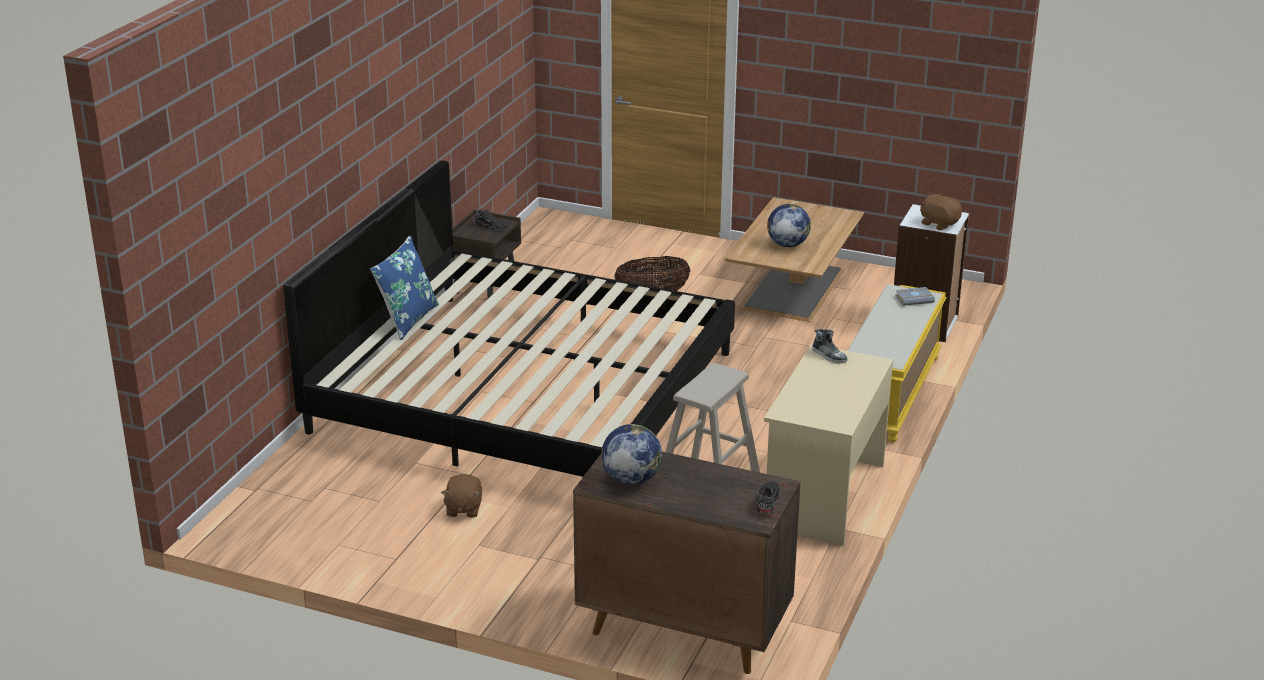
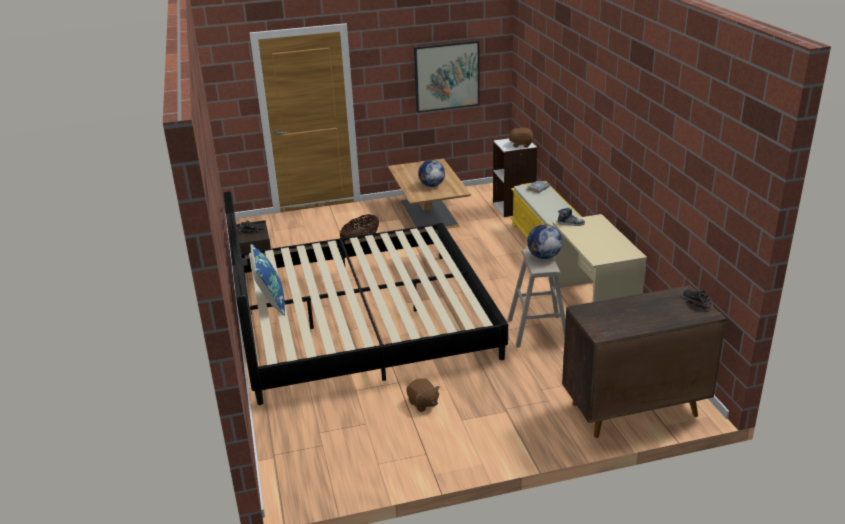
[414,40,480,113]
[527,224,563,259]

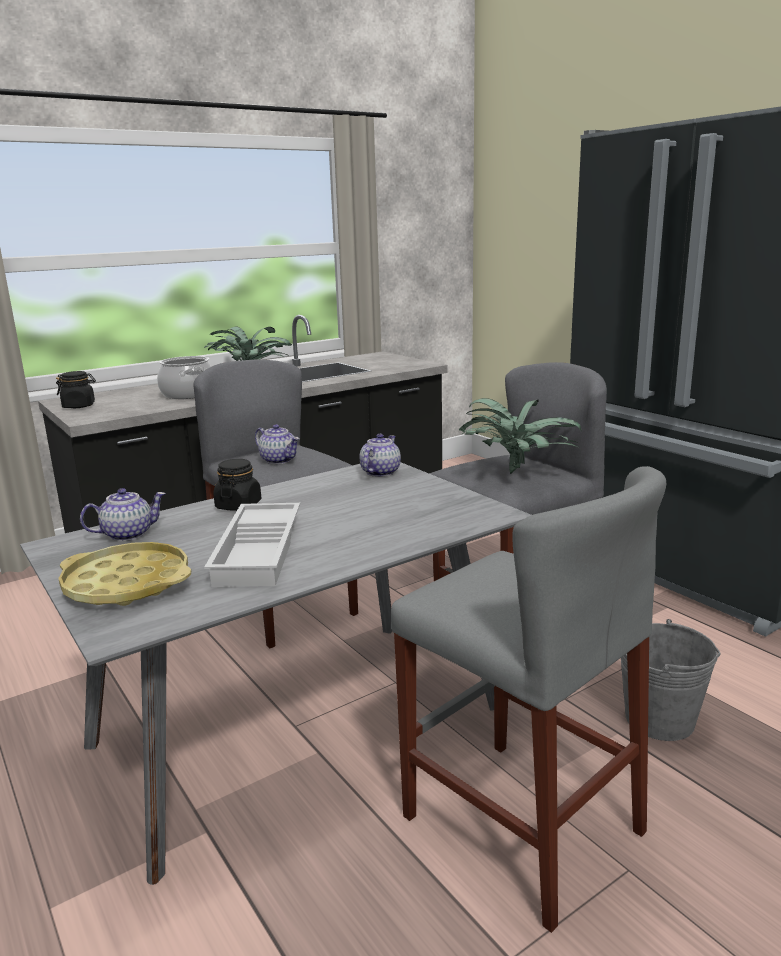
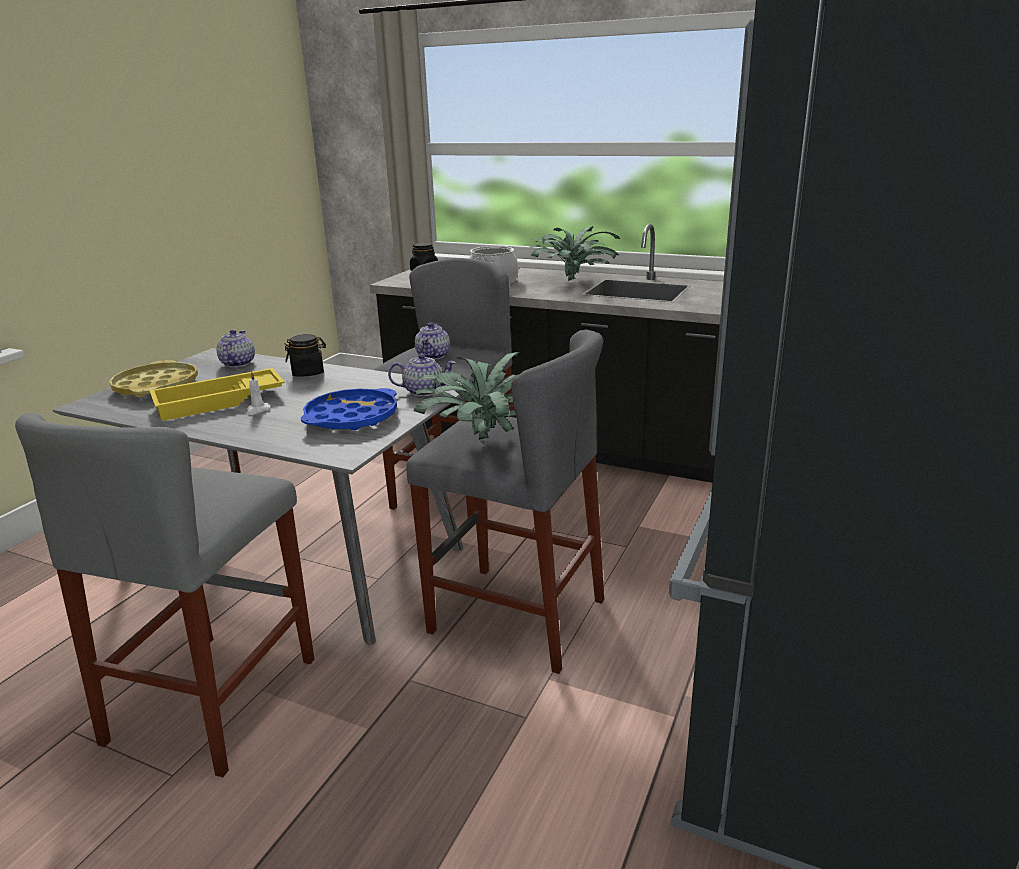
[149,368,285,421]
[217,330,255,368]
[246,371,270,415]
[301,388,397,430]
[621,619,721,741] (first image)

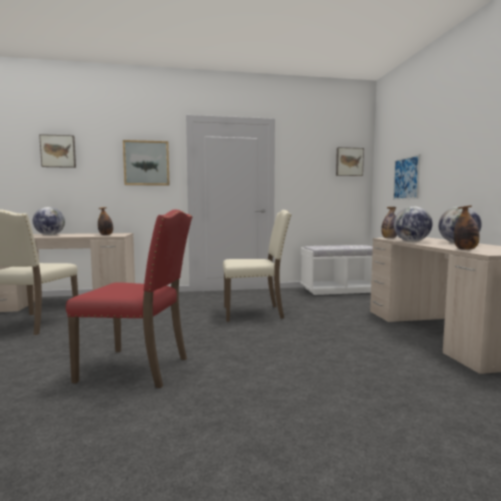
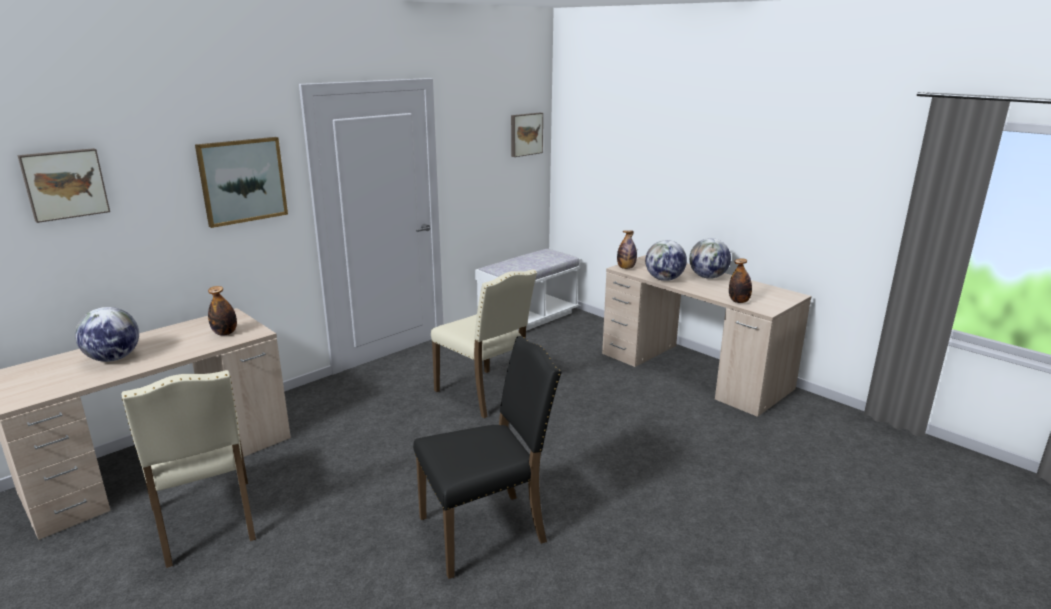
[413,336,562,579]
[431,269,537,418]
[393,154,420,200] (first image)

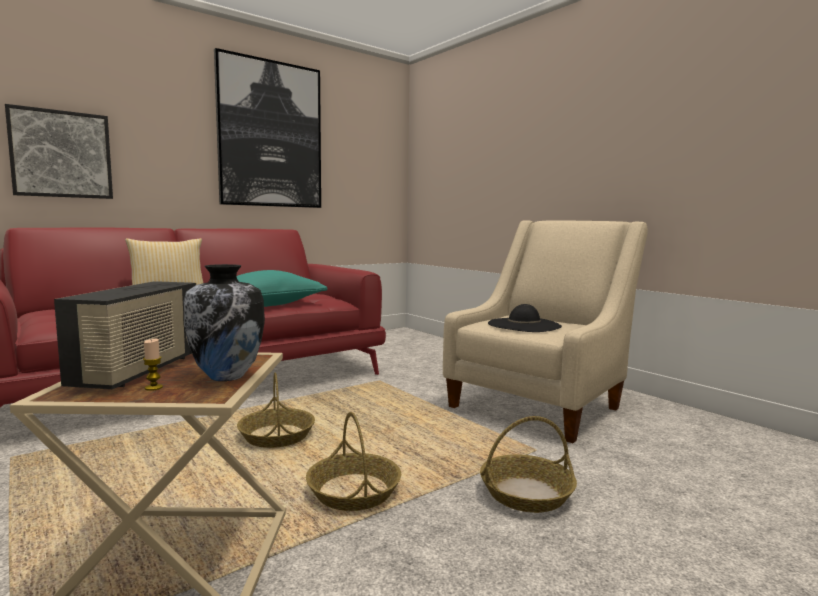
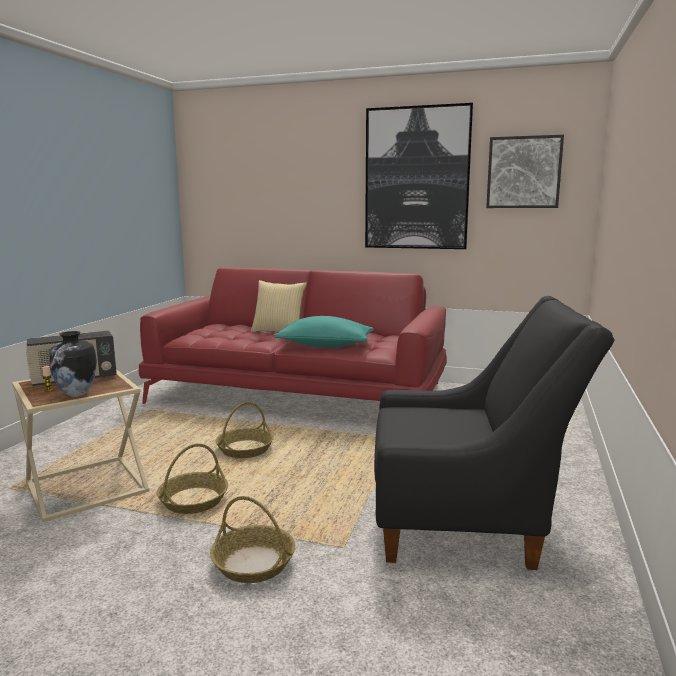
[374,296,615,570]
[486,135,564,208]
[488,304,562,332] (first image)

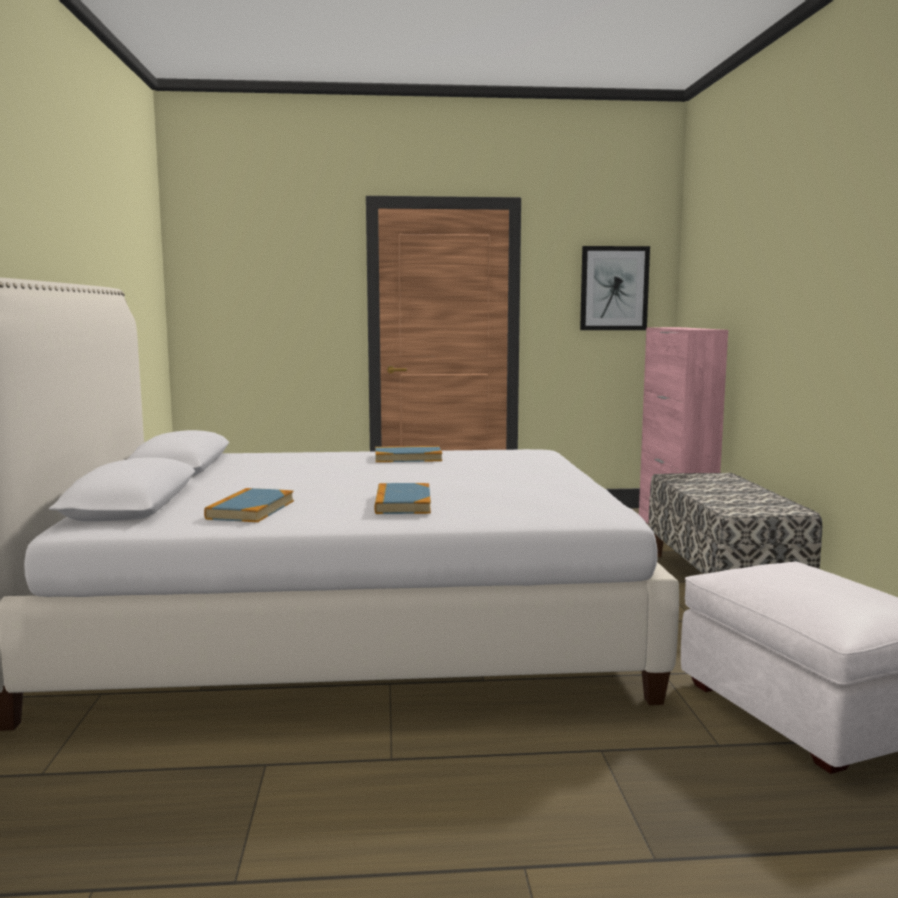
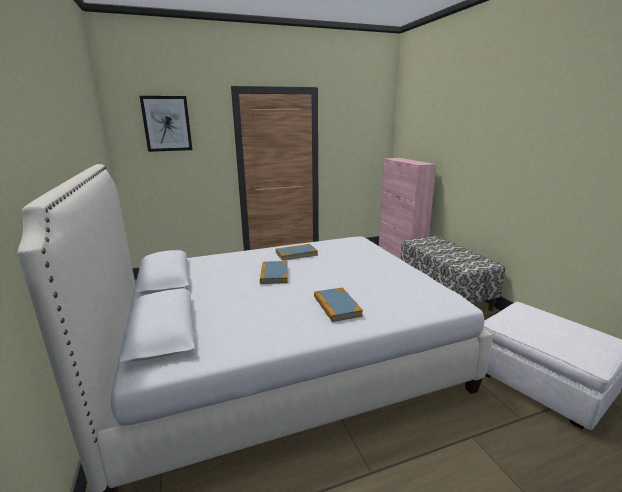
[140,96,192,152]
[260,261,288,284]

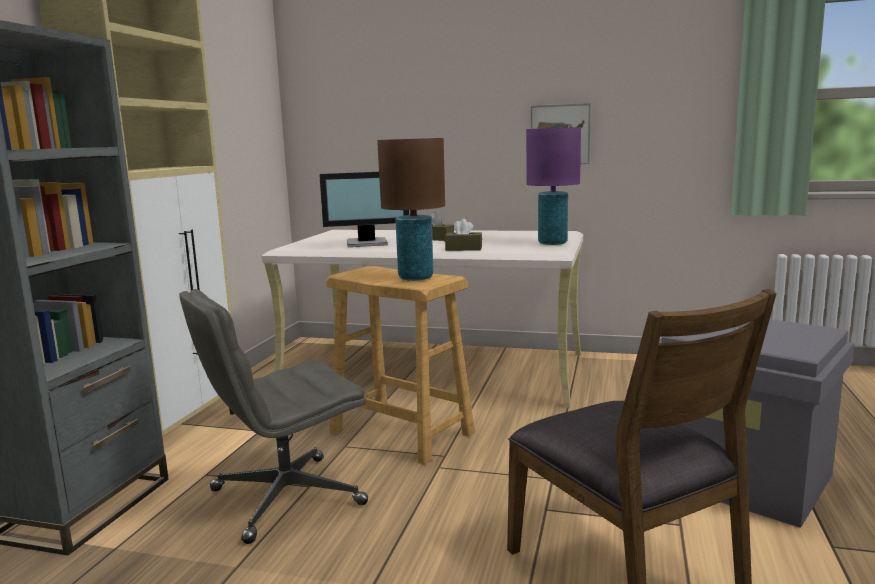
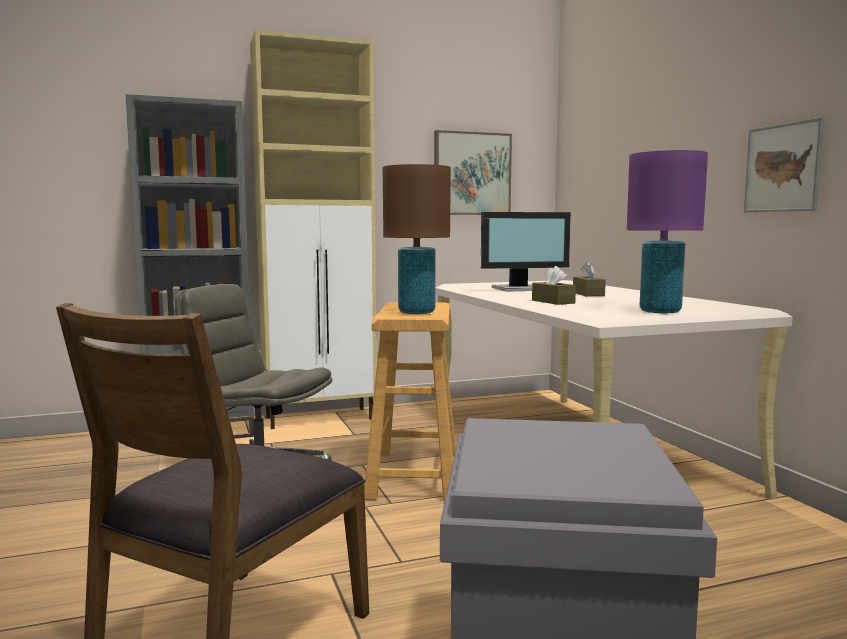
[434,130,512,215]
[481,212,571,292]

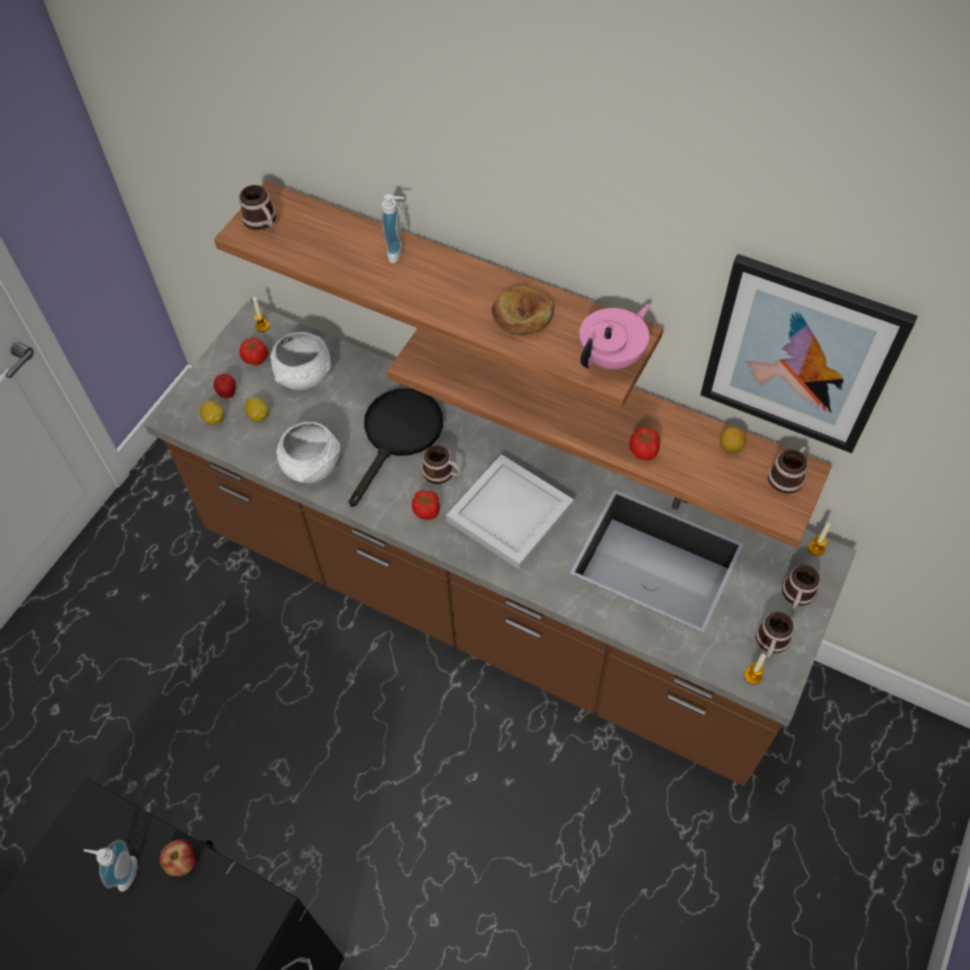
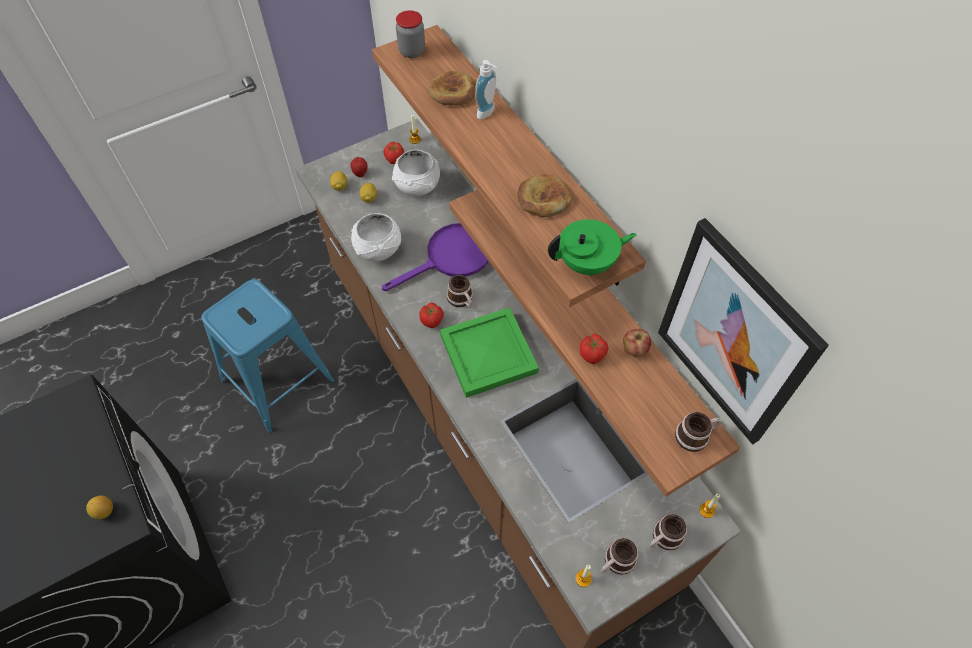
[86,495,113,519]
[201,279,334,433]
[382,223,489,291]
[396,10,425,58]
[429,71,476,105]
[440,307,539,398]
[548,219,637,276]
[623,329,651,357]
[83,840,137,892] (first image)

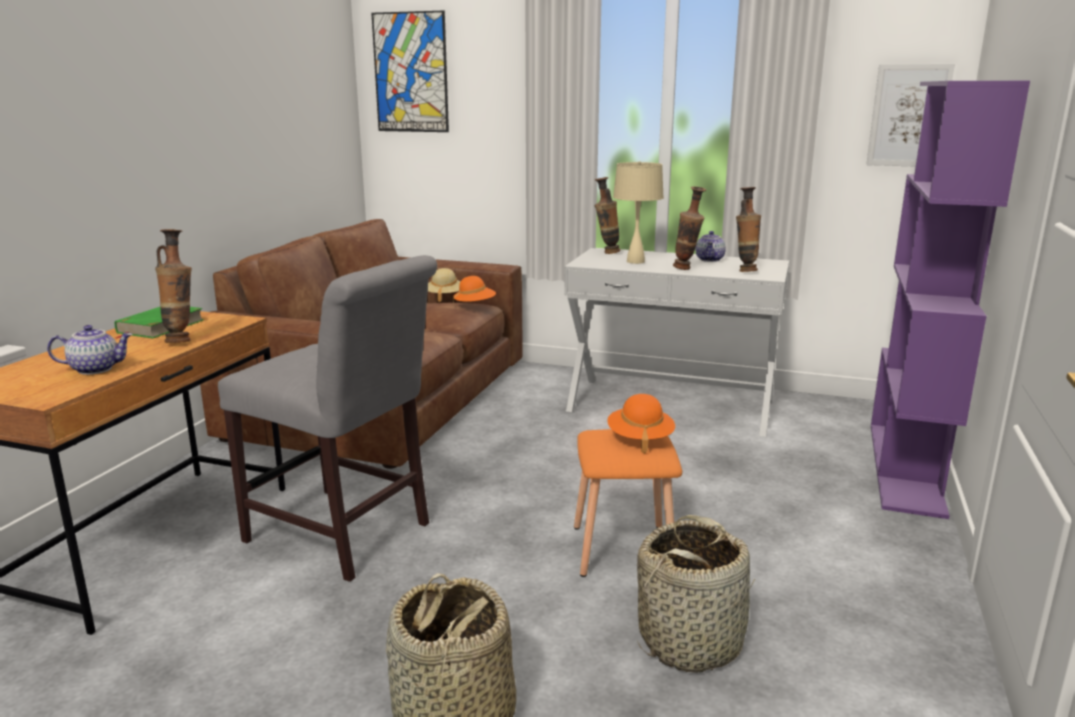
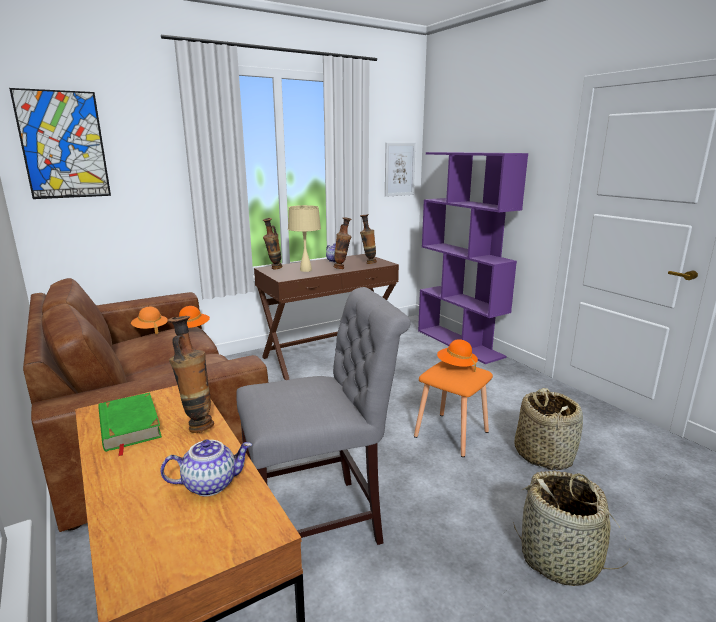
[131,307,168,334]
[160,439,252,496]
[254,254,399,380]

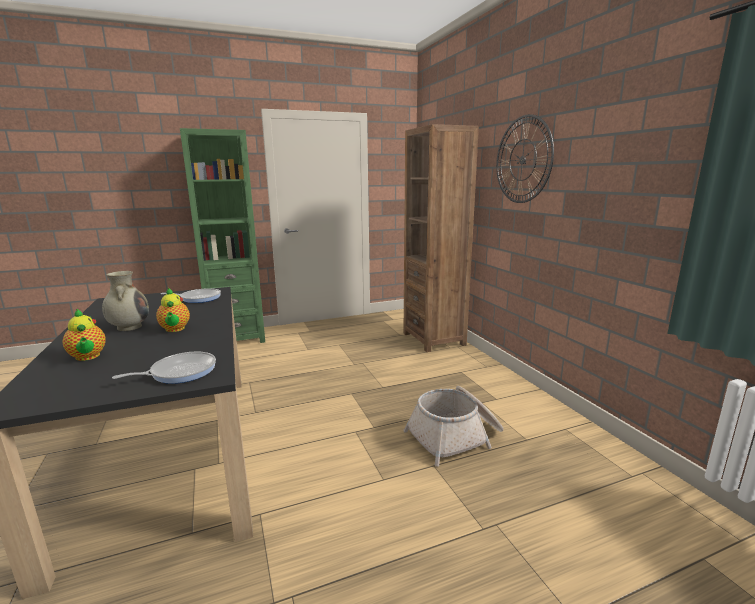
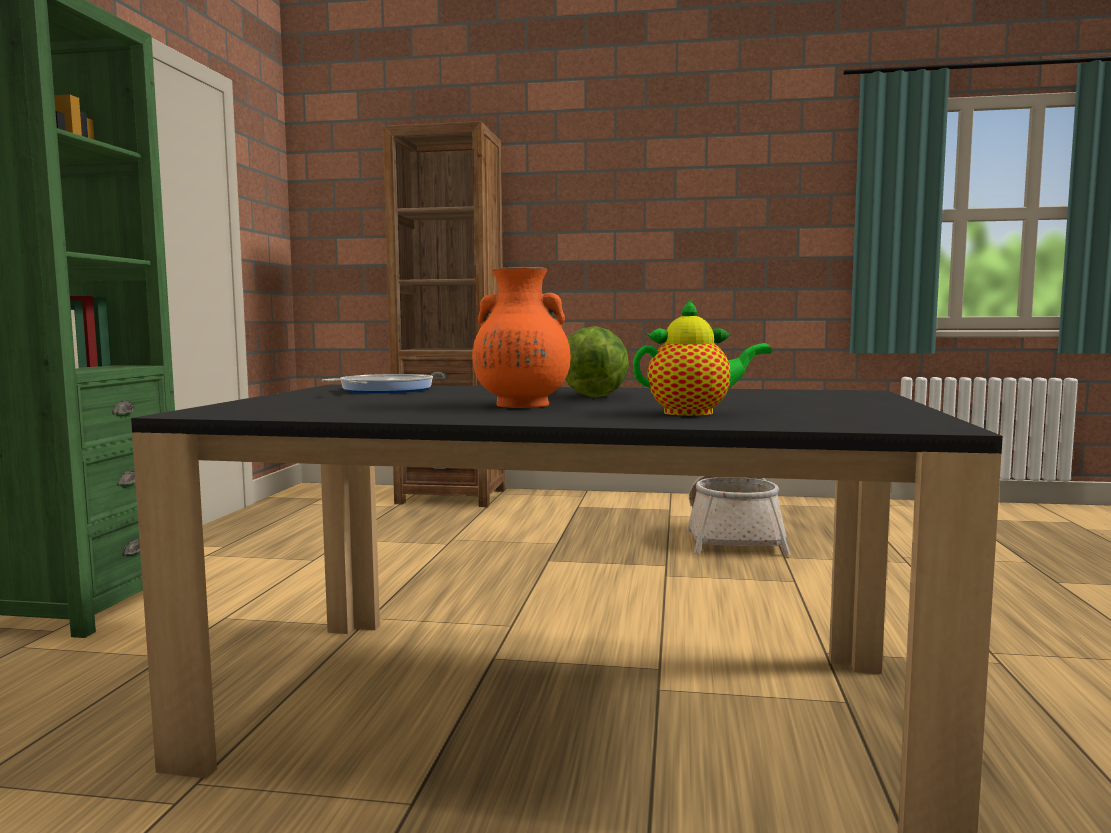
[472,267,571,408]
[565,326,629,398]
[112,351,216,384] (first image)
[496,114,554,203] (first image)

